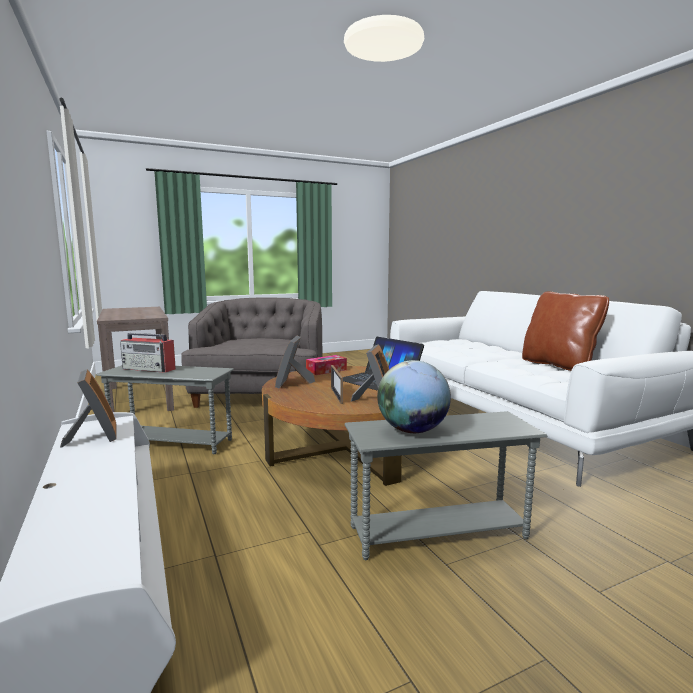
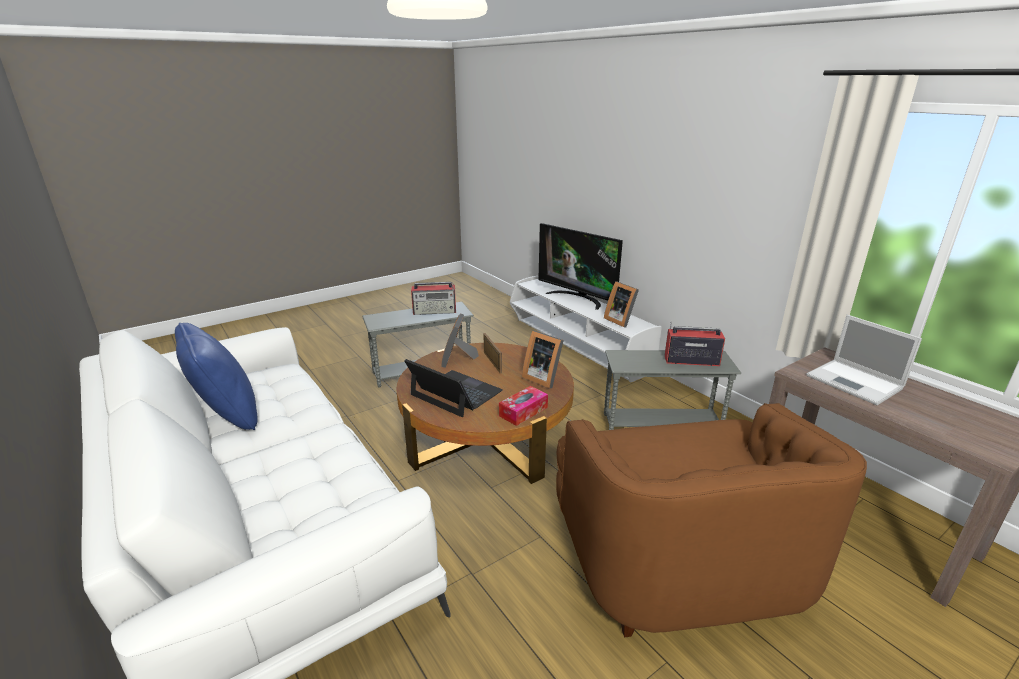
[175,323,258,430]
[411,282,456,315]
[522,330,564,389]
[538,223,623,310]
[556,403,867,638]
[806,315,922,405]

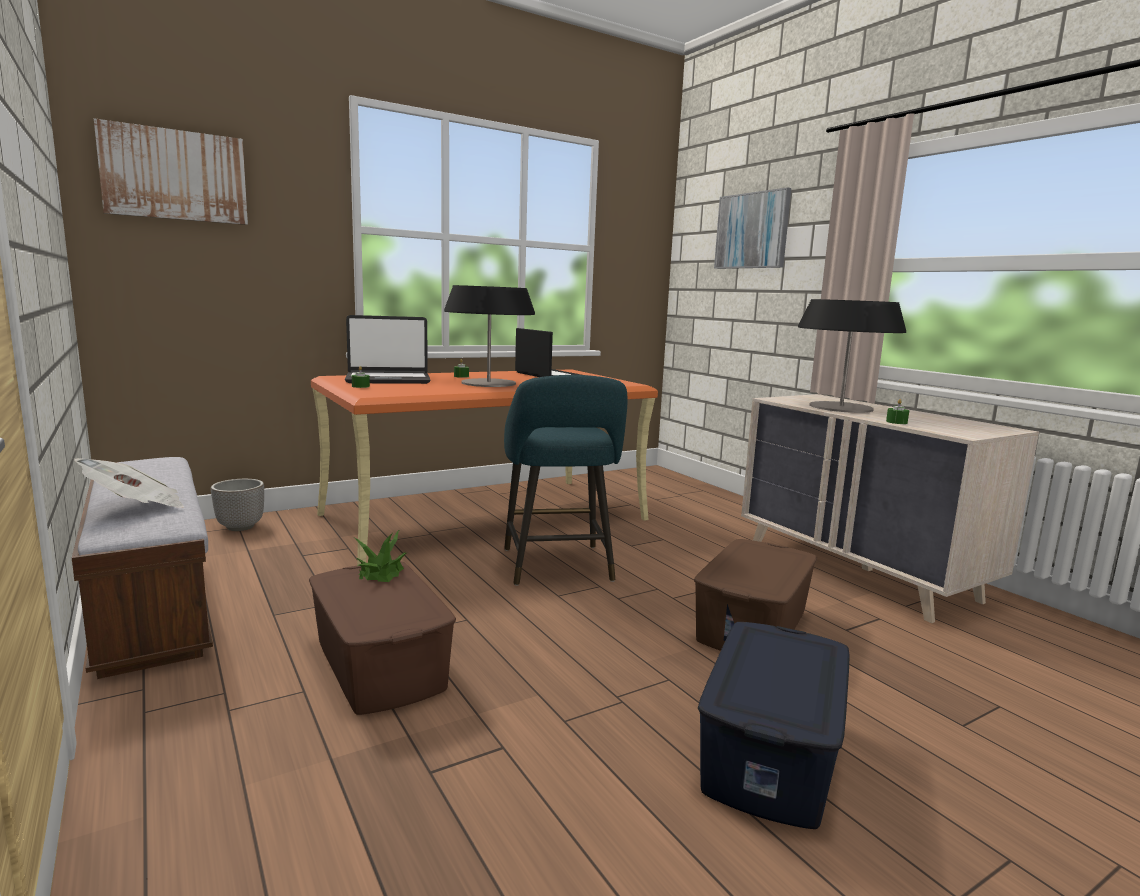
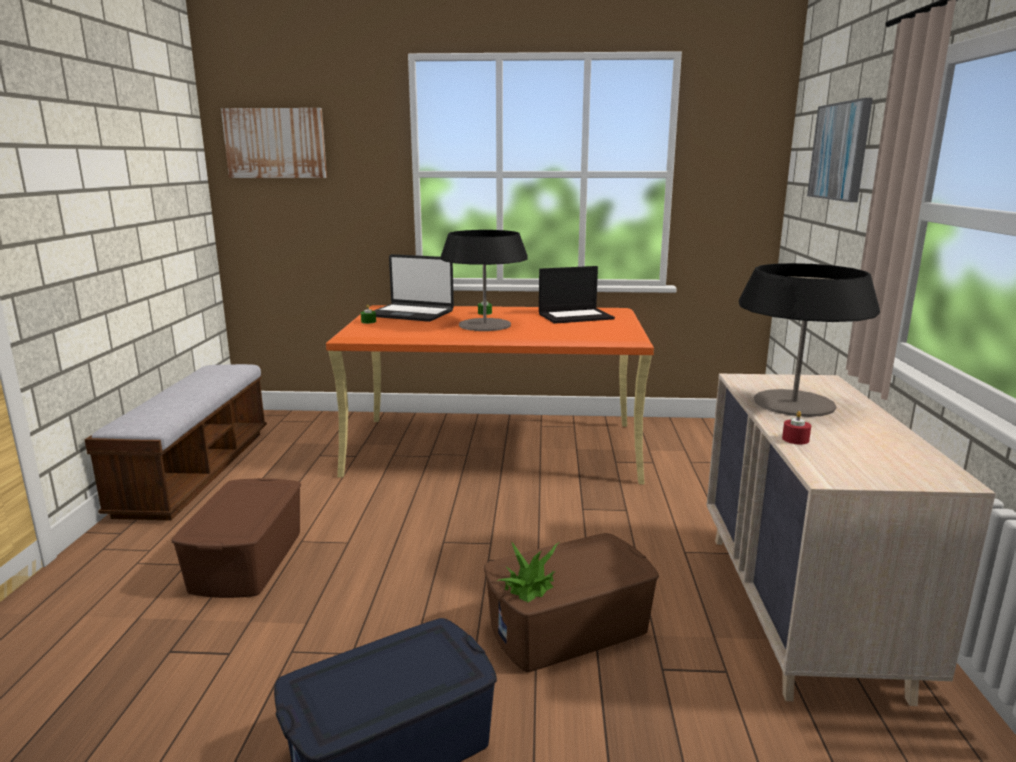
[497,543,558,602]
[539,266,615,324]
[782,411,811,445]
[74,458,184,508] (first image)
[211,479,264,531] (first image)
[504,375,627,586] (first image)

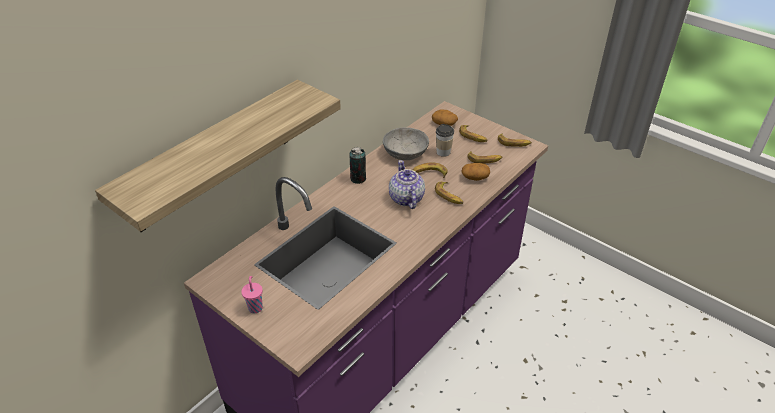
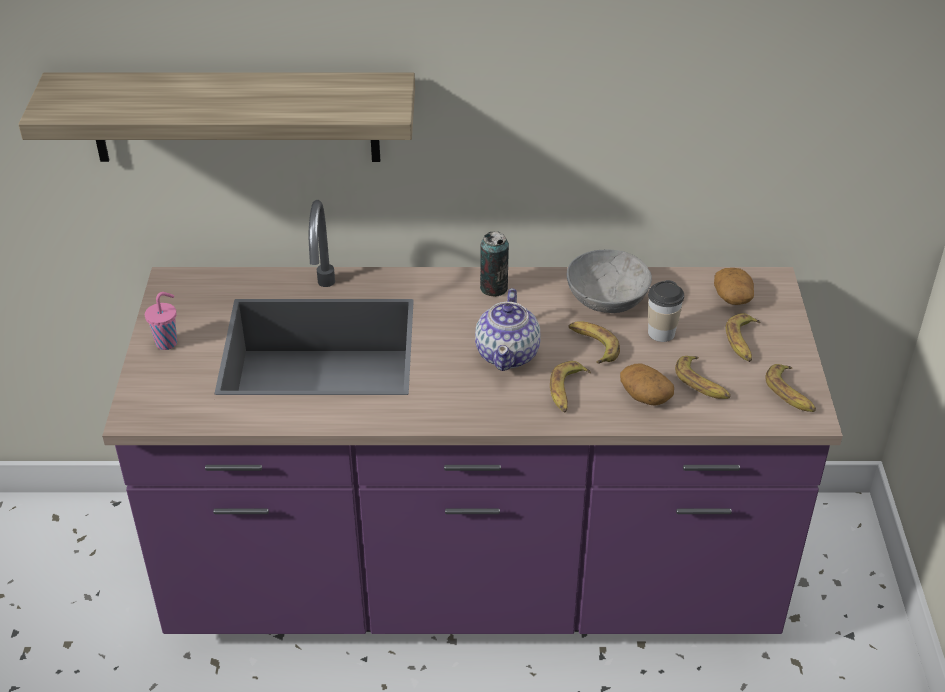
[475,288,541,371]

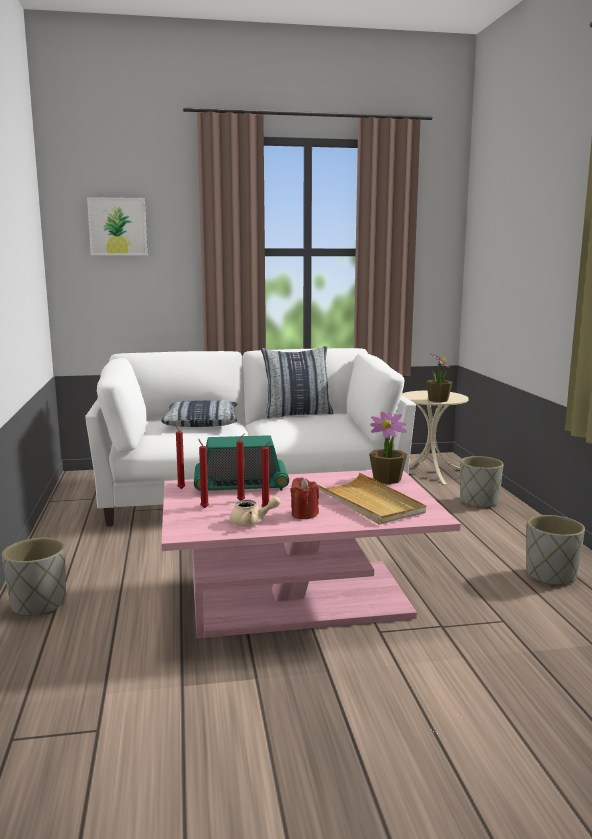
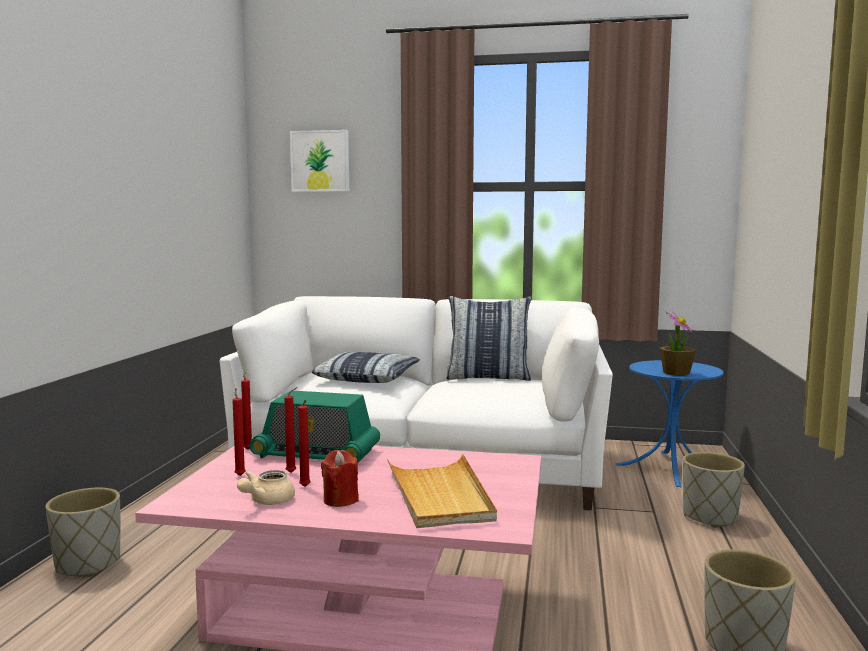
[237,470,295,505]
[616,360,723,487]
[369,411,407,484] (first image)

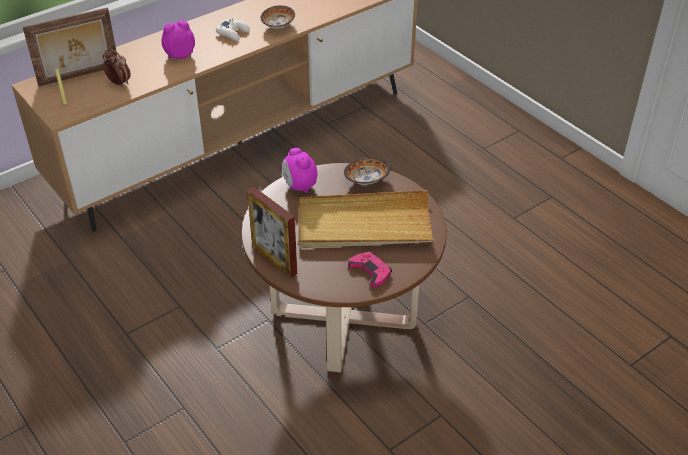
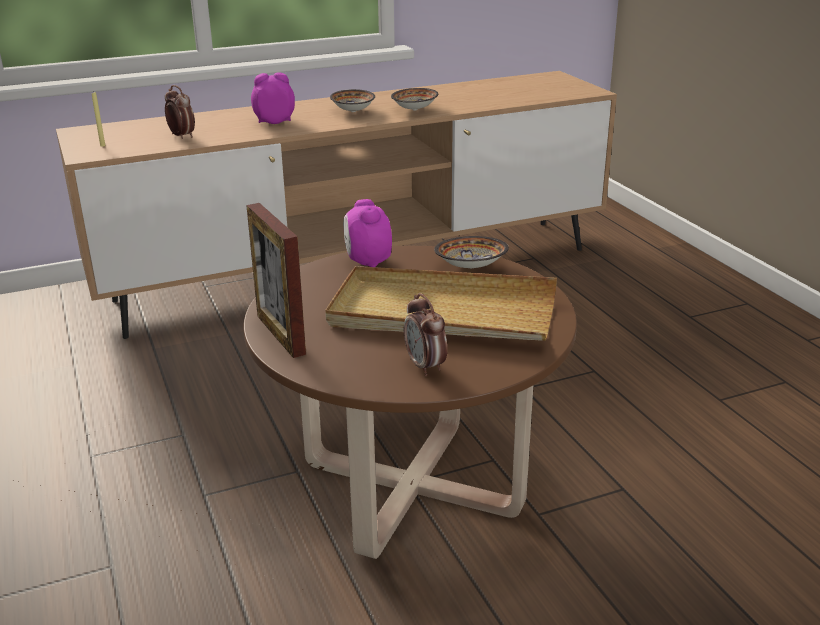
[330,89,375,112]
[404,293,447,376]
[23,7,117,86] (first image)

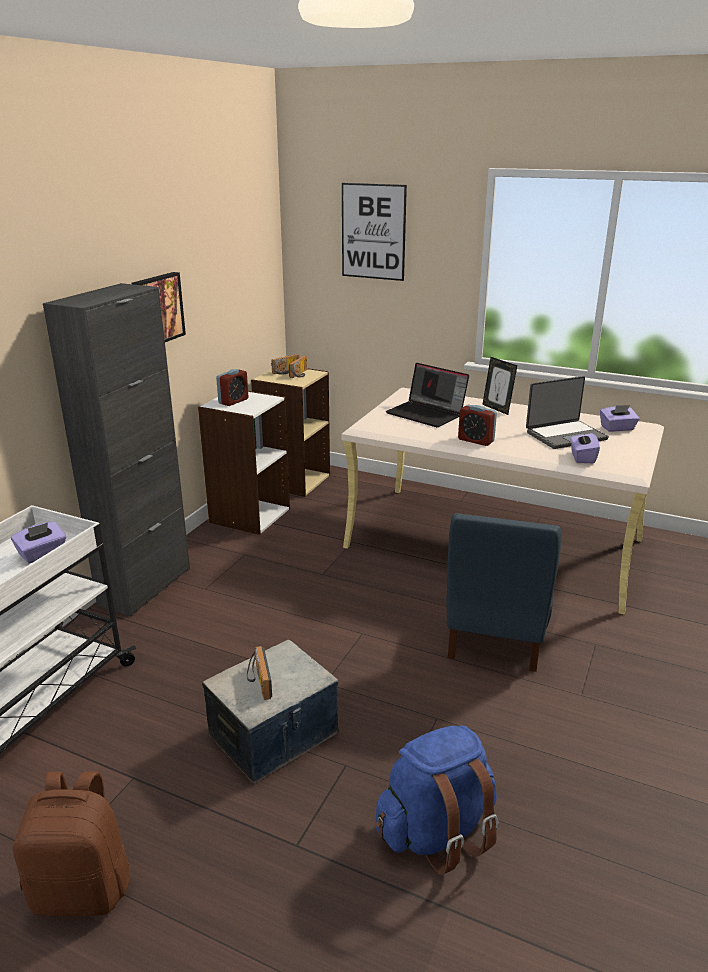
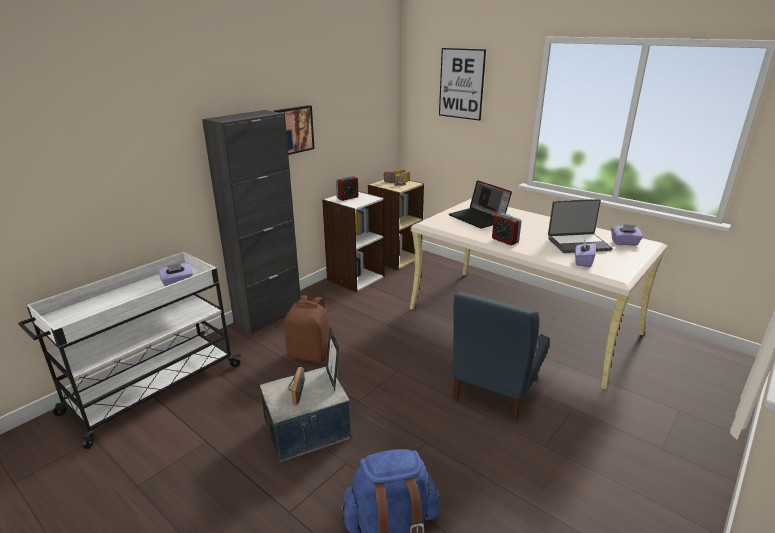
[284,295,329,363]
[326,328,339,391]

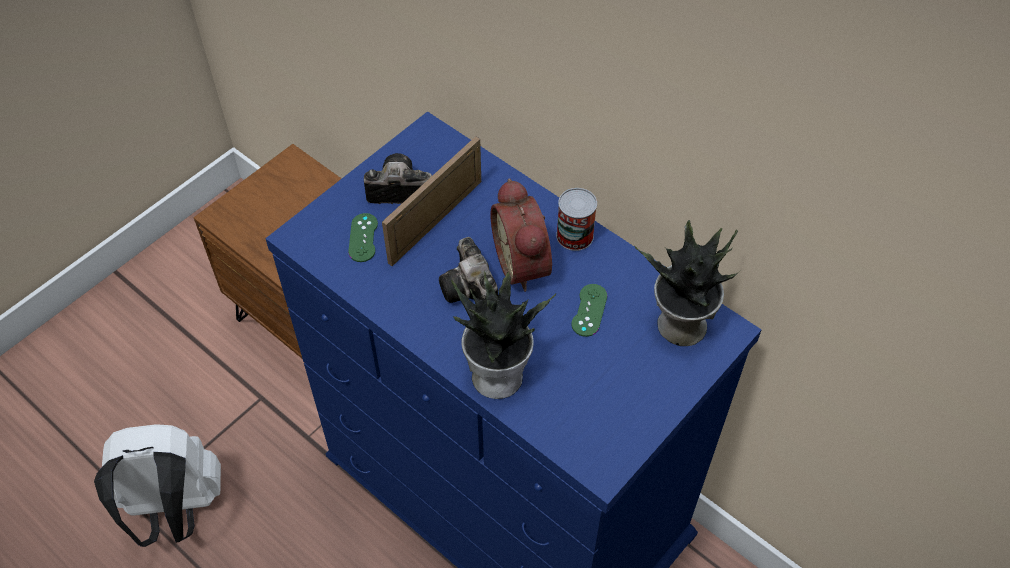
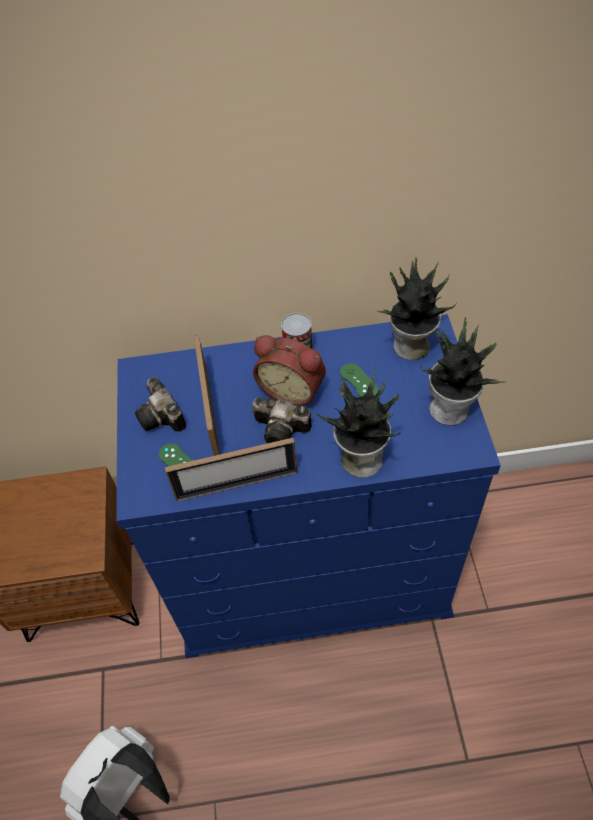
[135,376,186,432]
[165,438,297,501]
[420,317,507,425]

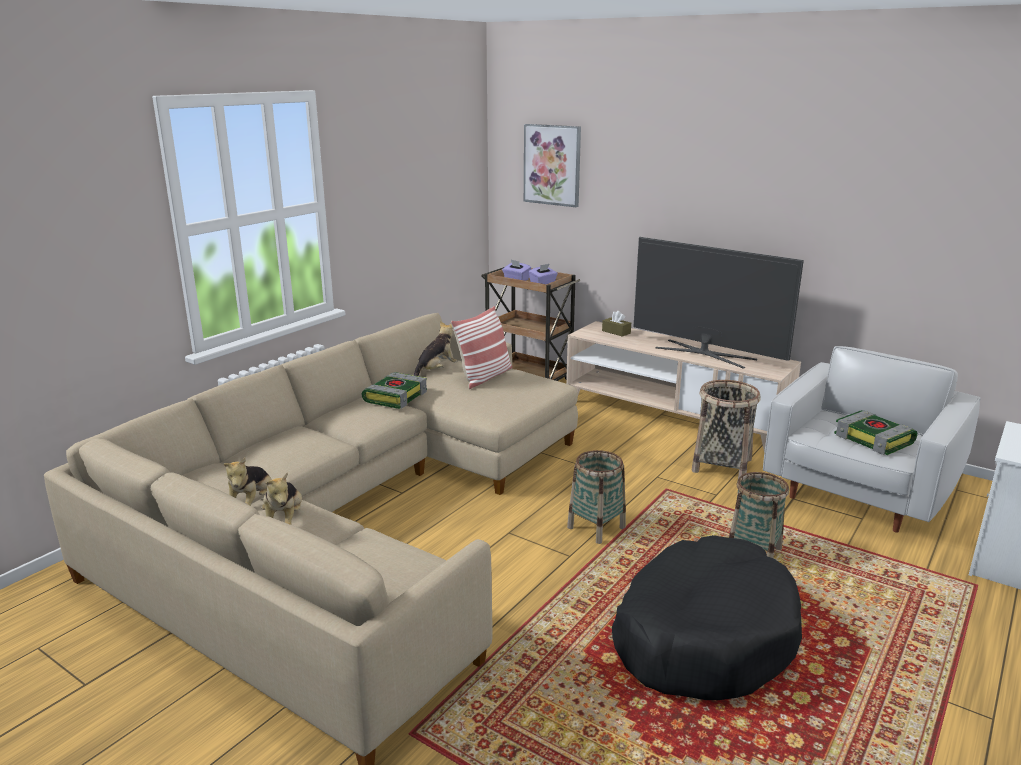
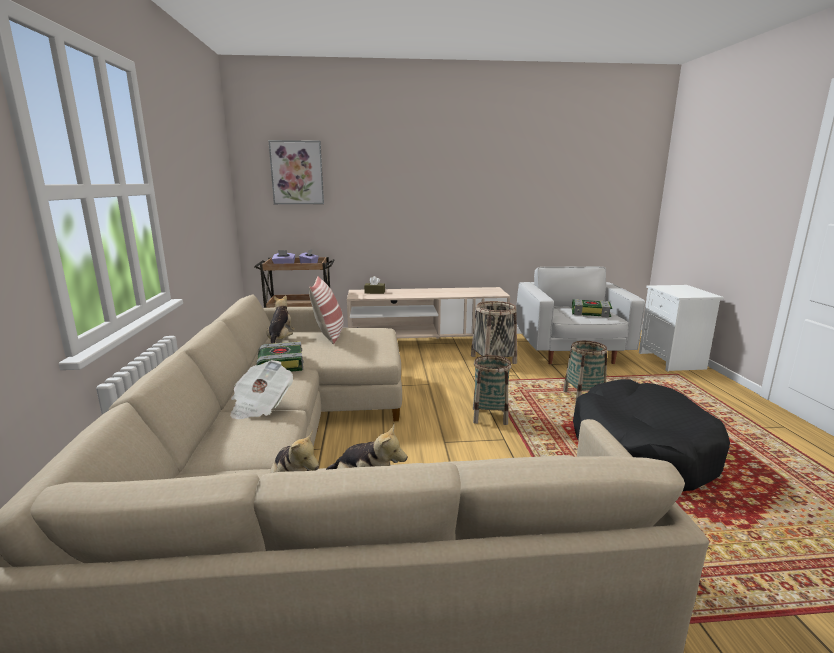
[230,360,293,419]
[634,237,804,369] (first image)

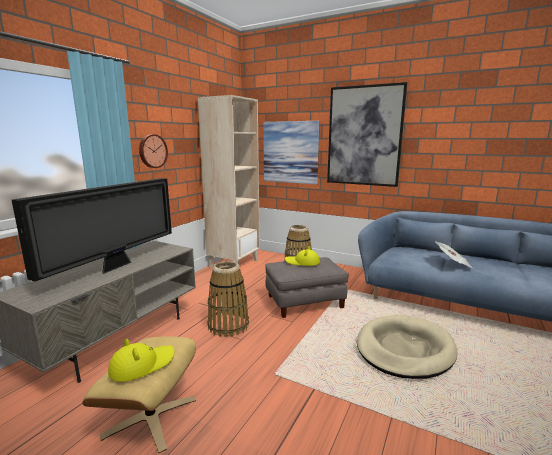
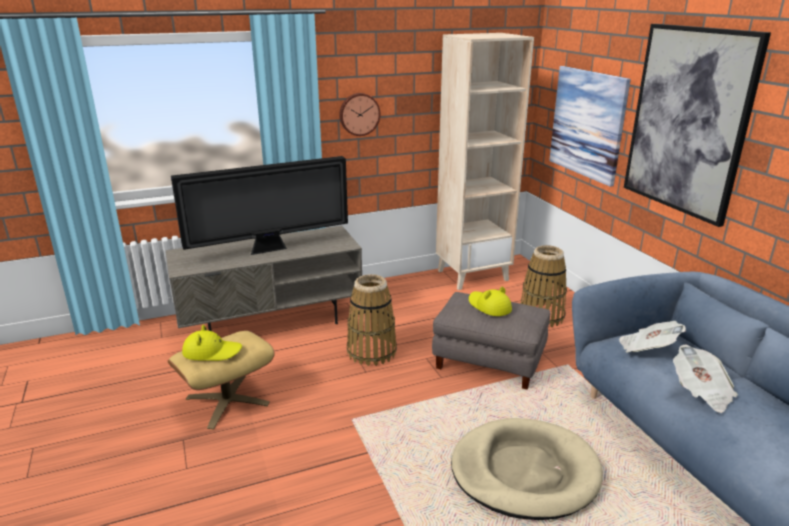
[619,321,686,353]

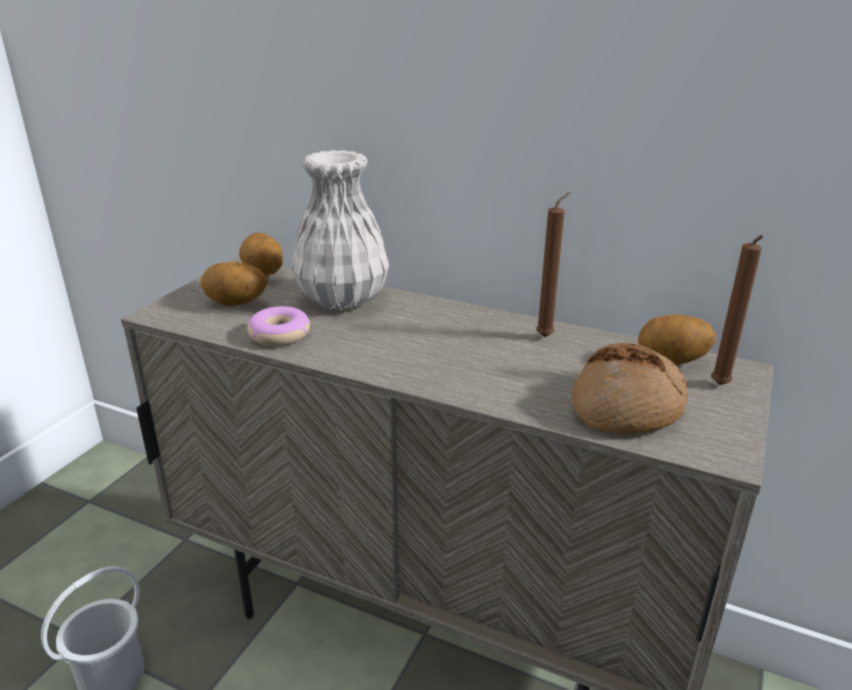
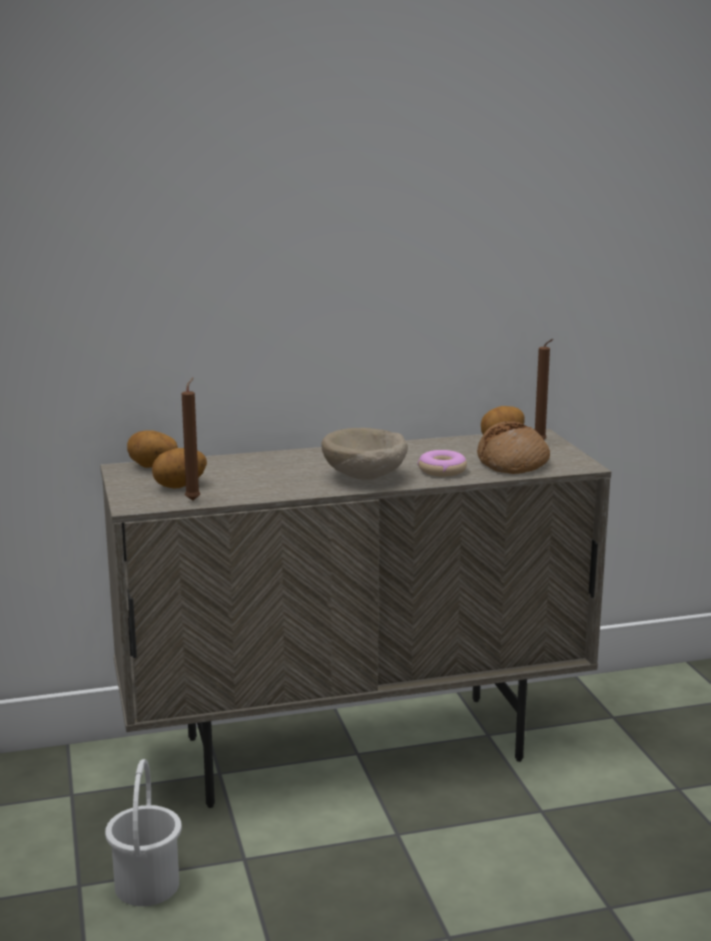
[182,377,200,501]
[321,428,408,480]
[418,450,467,477]
[292,150,389,310] (first image)

